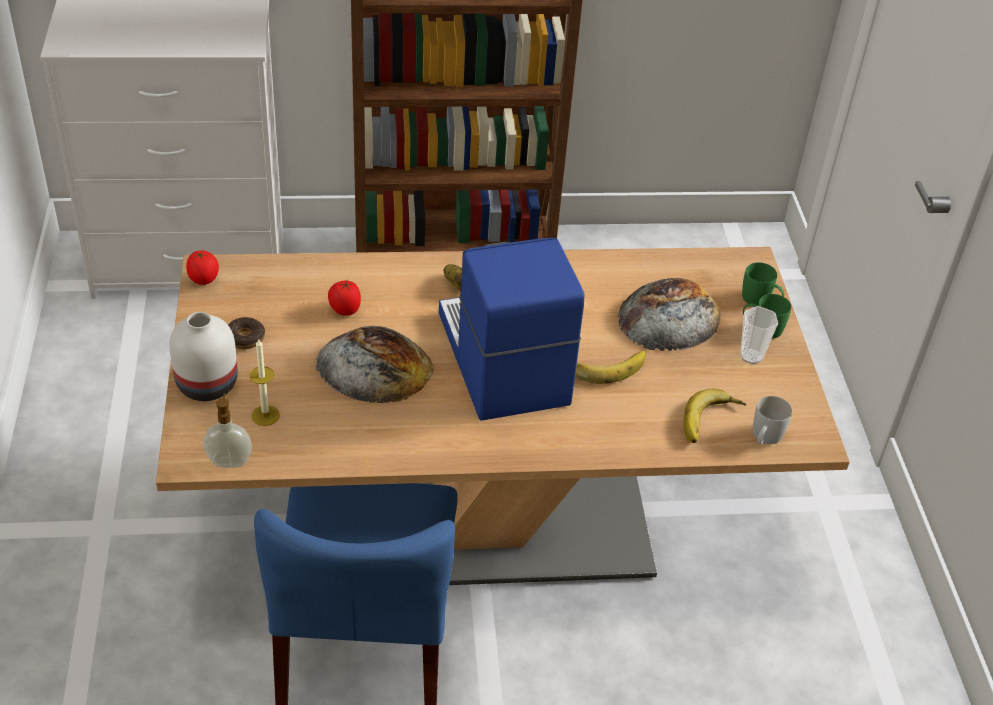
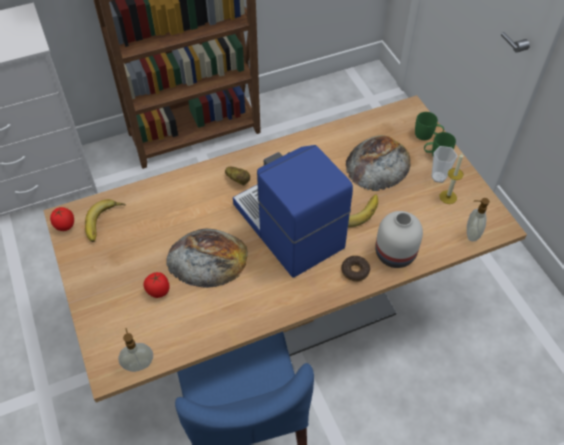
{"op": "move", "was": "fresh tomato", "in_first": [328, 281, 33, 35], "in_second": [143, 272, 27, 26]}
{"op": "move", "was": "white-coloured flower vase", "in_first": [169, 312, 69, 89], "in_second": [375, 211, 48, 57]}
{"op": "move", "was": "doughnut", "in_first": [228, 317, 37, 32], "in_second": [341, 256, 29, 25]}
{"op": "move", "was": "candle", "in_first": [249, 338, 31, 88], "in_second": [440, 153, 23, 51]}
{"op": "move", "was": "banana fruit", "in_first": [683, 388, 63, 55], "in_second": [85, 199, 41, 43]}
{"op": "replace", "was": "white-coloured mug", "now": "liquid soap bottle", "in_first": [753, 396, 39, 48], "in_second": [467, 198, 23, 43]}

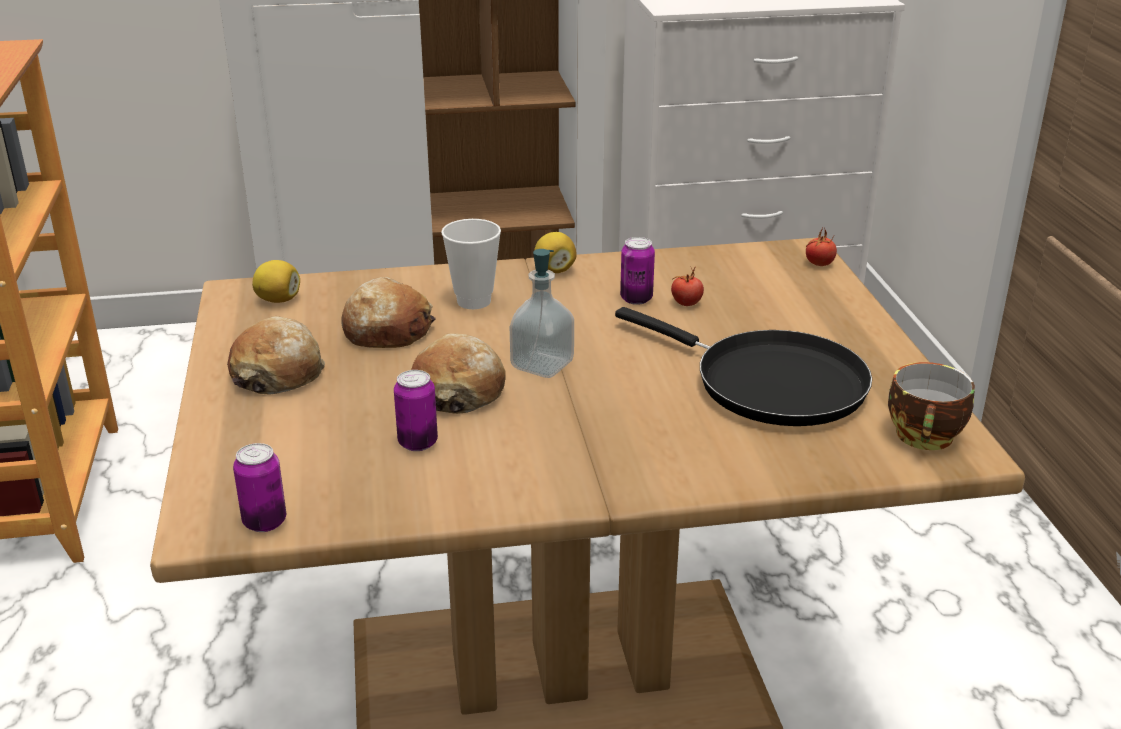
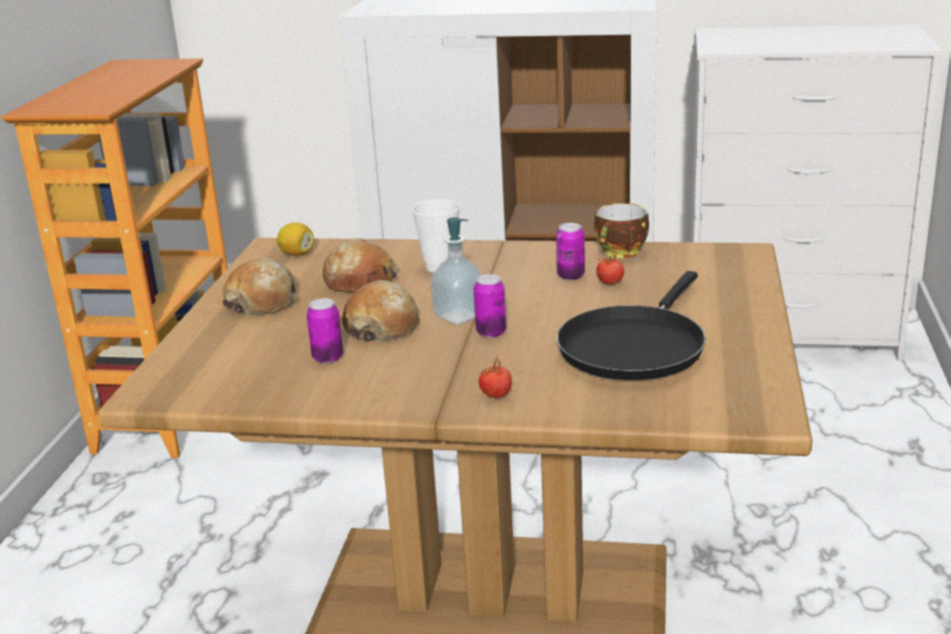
{"op": "move", "was": "fresh tomato", "in_first": [806, 227, 31, 39], "in_second": [479, 355, 33, 43]}
{"op": "delete", "was": "lemon", "in_first": [534, 232, 43, 41]}
{"op": "rotate", "was": "black frying pan", "in_first": [615, 307, 257, 119], "in_second": [557, 271, 149, 109], "clockwise": 60}
{"op": "move", "was": "small cup", "in_first": [888, 362, 87, 88], "in_second": [594, 203, 55, 55]}
{"op": "move", "was": "sealed can", "in_first": [233, 443, 53, 89], "in_second": [473, 274, 33, 64]}

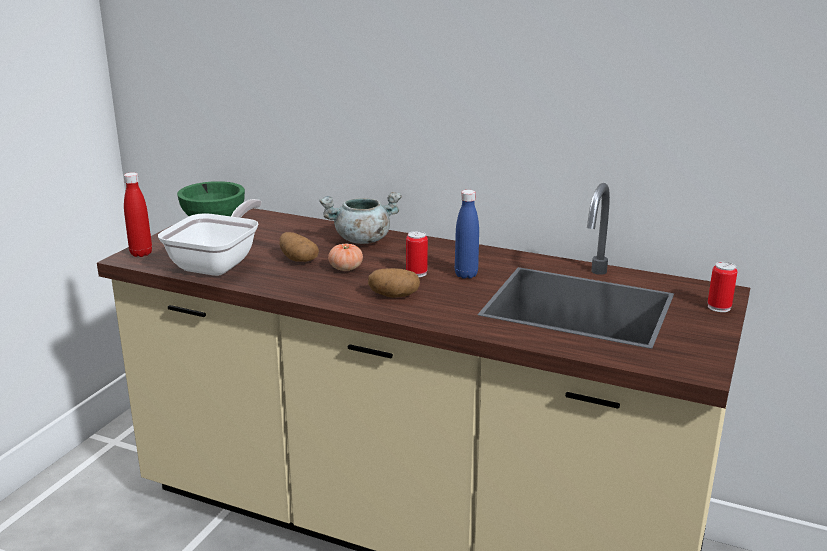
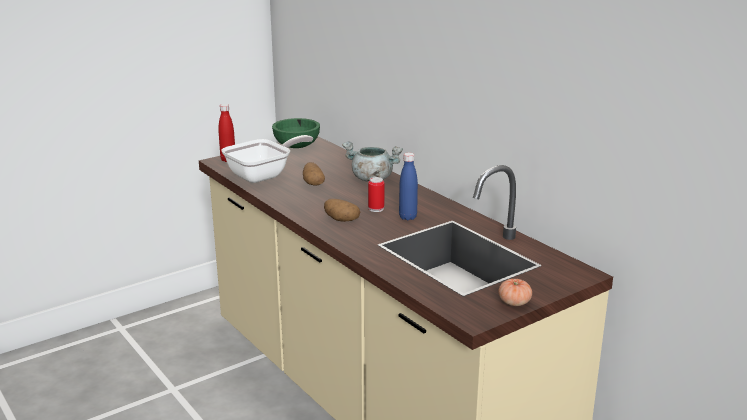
{"op": "move", "was": "fresh tomato", "in_first": [328, 244, 35, 27], "in_second": [498, 279, 34, 27]}
{"op": "delete", "was": "sealed can", "in_first": [708, 262, 30, 50]}

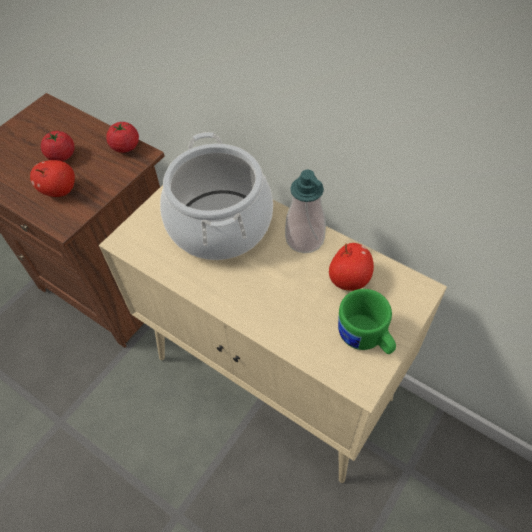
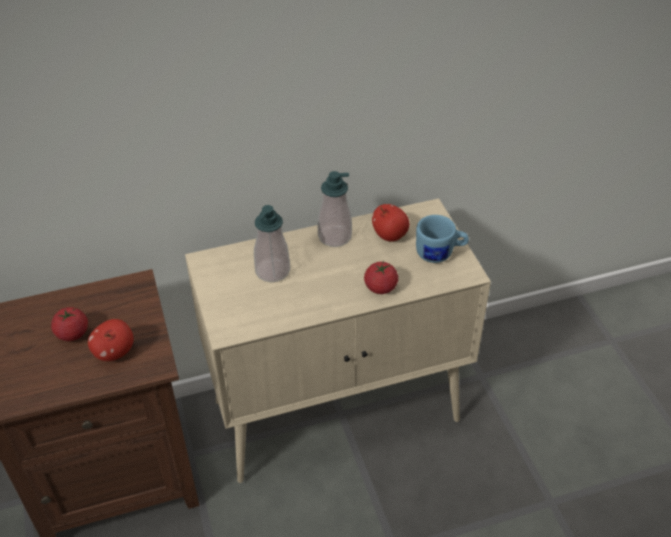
{"op": "move", "was": "fresh tomato", "in_first": [106, 122, 33, 31], "in_second": [364, 261, 34, 33]}
{"op": "replace", "was": "saucepot", "now": "liquid soap bottle", "in_first": [160, 132, 113, 128], "in_second": [254, 205, 36, 77]}
{"op": "recolor", "was": "green-coloured mug", "now": "blue mug", "in_first": [338, 289, 58, 65], "in_second": [416, 215, 53, 48]}

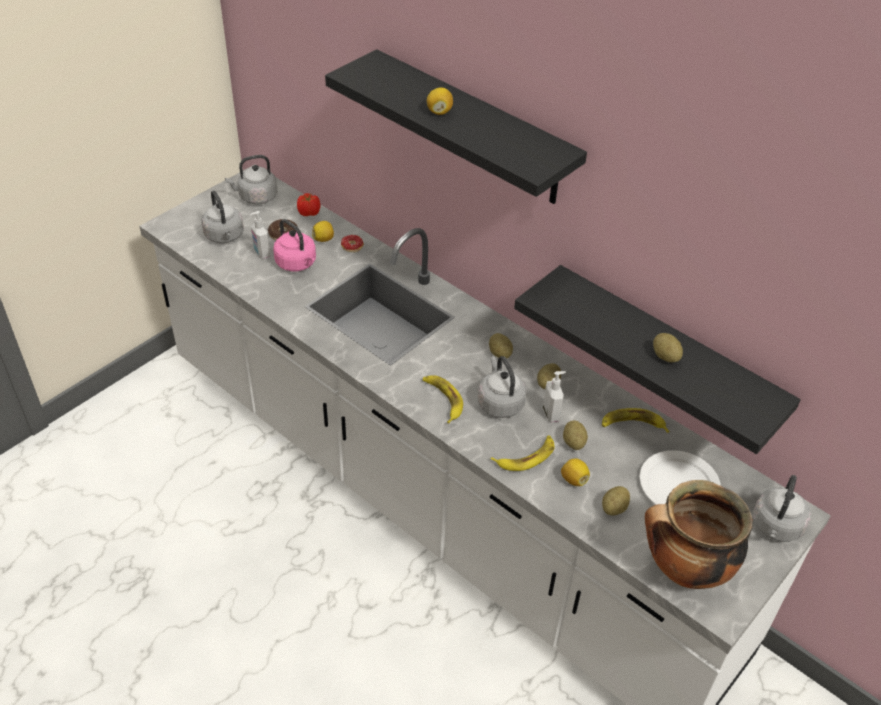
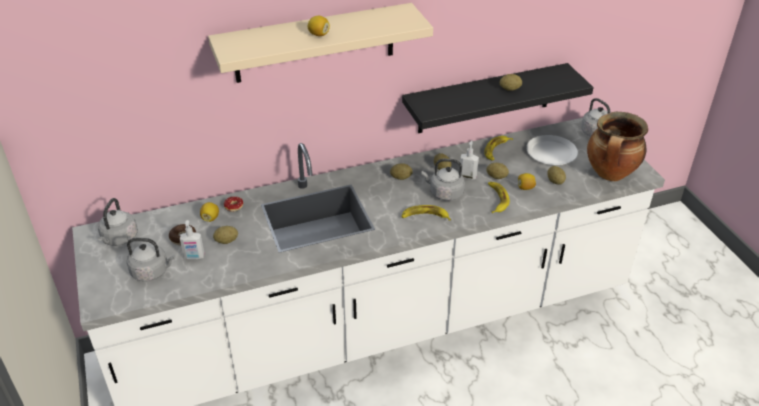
{"op": "recolor", "was": "black bracket shelf", "now": "beige-coloured bracket shelf", "in_first": [325, 49, 262, 155], "in_second": [208, 3, 225, 80]}
{"op": "delete", "was": "fresh tomato", "in_first": [297, 193, 24, 23]}
{"op": "replace", "was": "pink tea kettle", "now": "whole potato", "in_first": [273, 219, 43, 52], "in_second": [213, 226, 25, 18]}

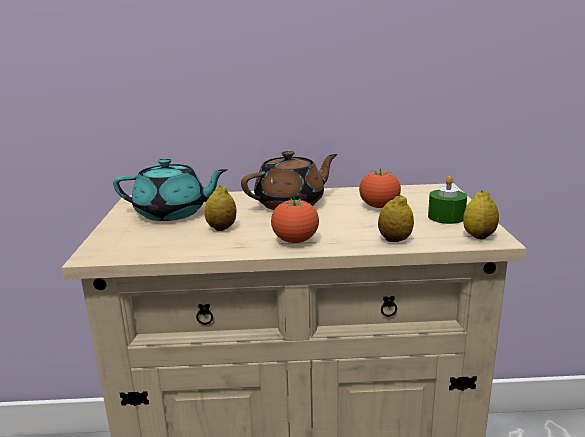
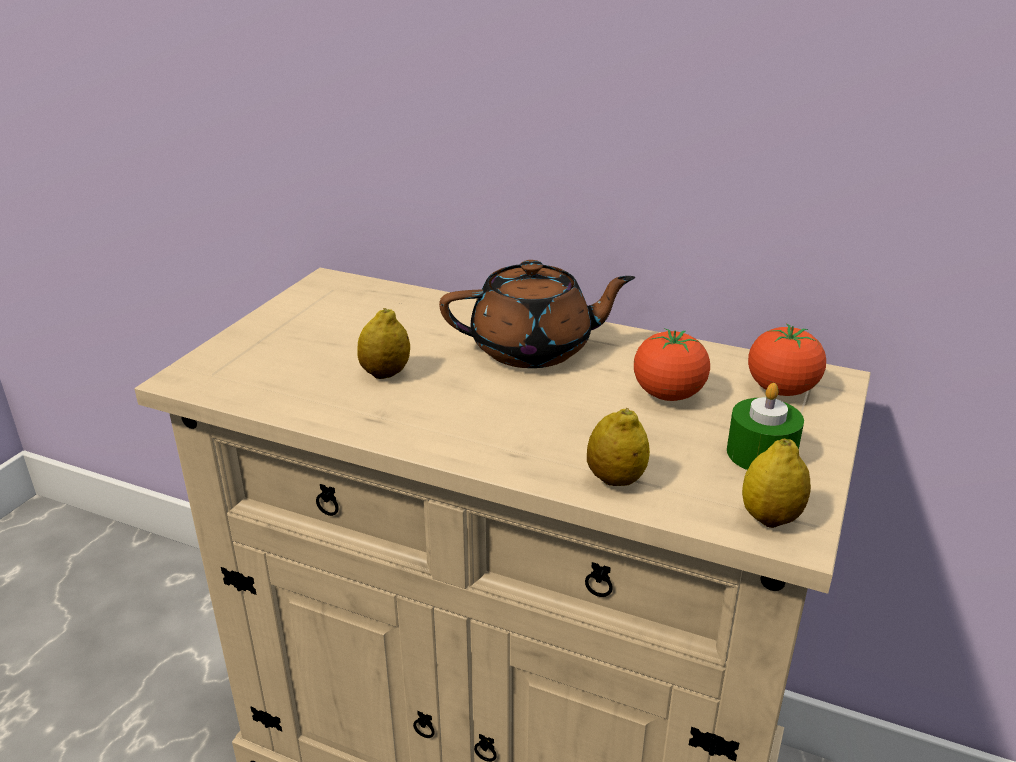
{"op": "delete", "was": "blue-green pot for tea", "in_first": [113, 158, 115, 63]}
{"op": "move", "was": "fresh tomato", "in_first": [271, 197, 48, 46], "in_second": [748, 323, 78, 73]}

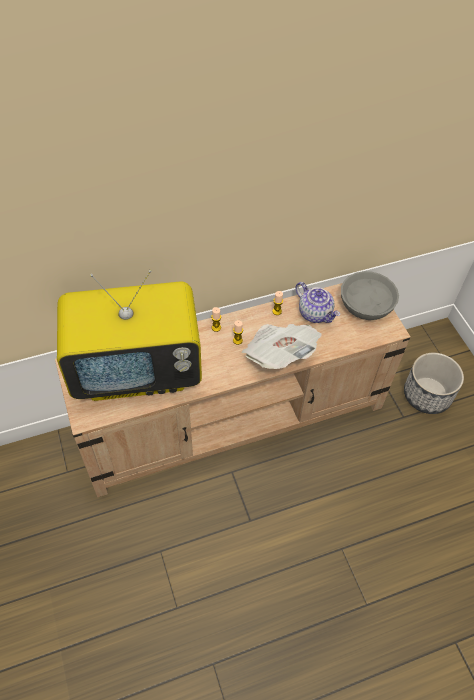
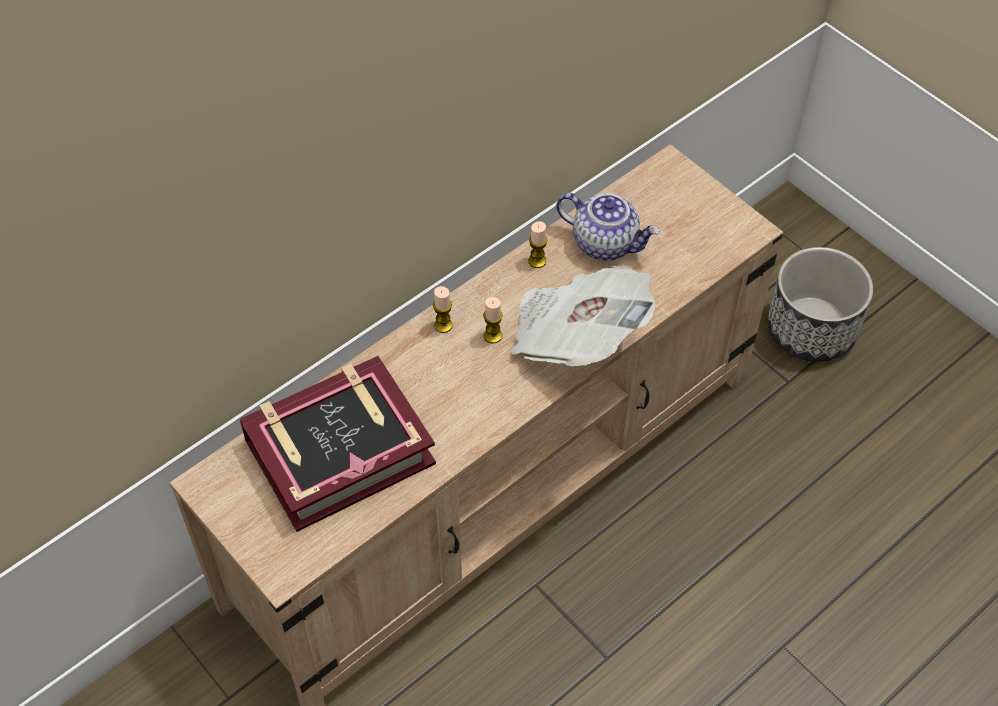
{"op": "replace", "was": "TV set", "now": "volume", "in_first": [57, 270, 145, 131], "in_second": [240, 356, 196, 176]}
{"op": "delete", "was": "greyish serving bowl", "in_first": [341, 271, 58, 49]}

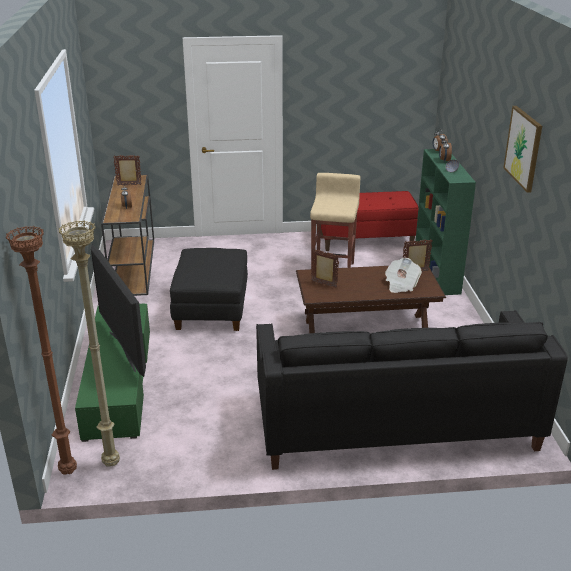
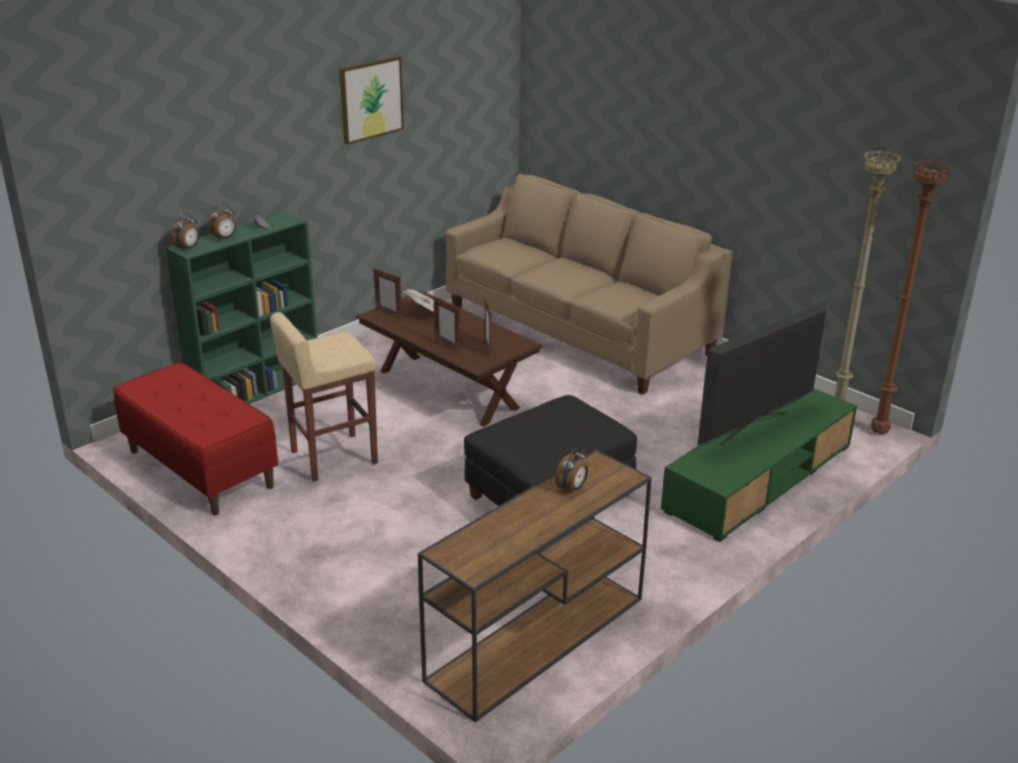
{"op": "move", "was": "picture frame", "in_first": [113, 155, 29, 30], "in_second": [433, 296, 28, 56]}
{"op": "rotate", "was": "TV set", "in_first": [91, 245, 55, 132], "in_second": [697, 300, 131, 146], "clockwise": -150}
{"op": "recolor", "was": "black sofa", "now": "beige-coloured sofa", "in_first": [256, 310, 312, 160], "in_second": [446, 174, 287, 221]}

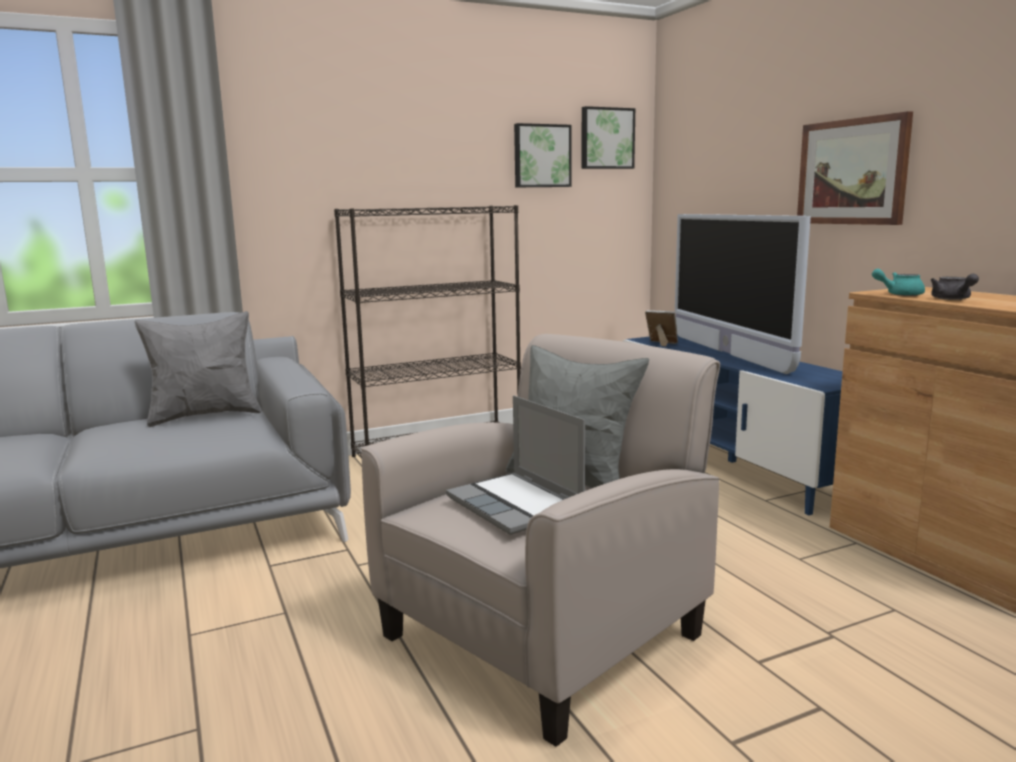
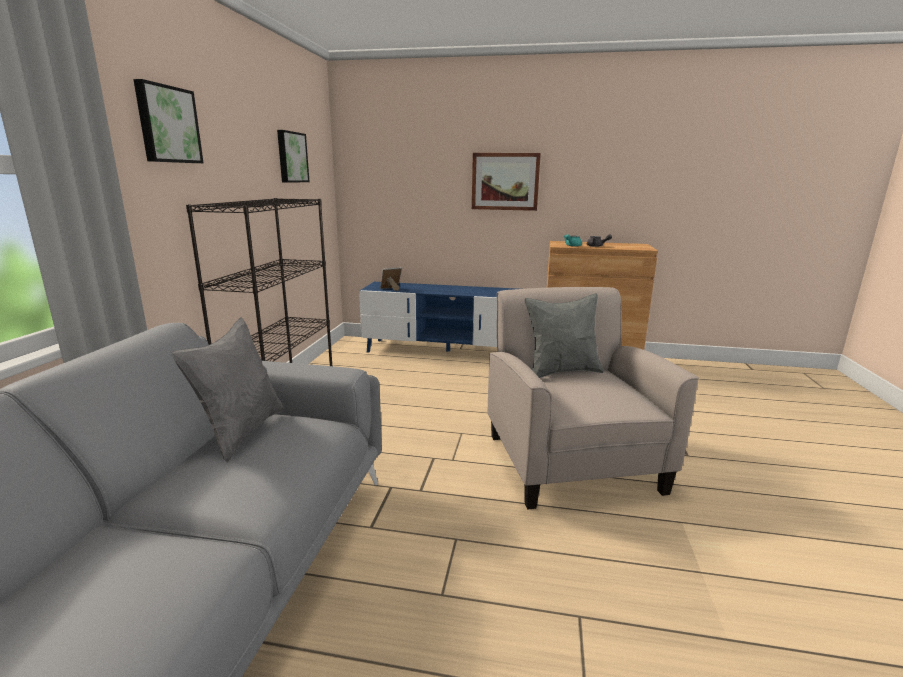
{"op": "move", "was": "picture", "in_first": [582, 106, 53, 63], "in_second": [133, 79, 71, 84]}
{"op": "delete", "was": "TV set", "in_first": [675, 214, 136, 160]}
{"op": "delete", "was": "laptop", "in_first": [446, 395, 139, 140]}

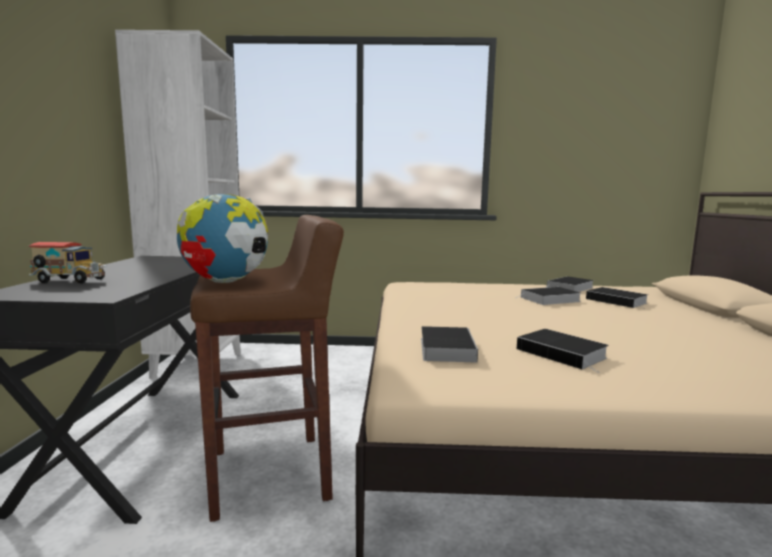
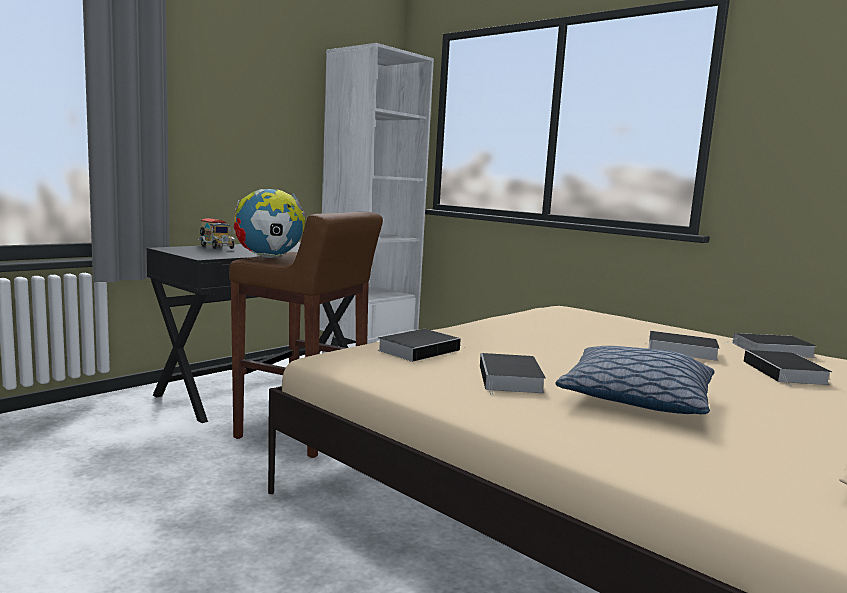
{"op": "insert", "now": "pillow", "in_second": [556, 346, 158, 68]}

